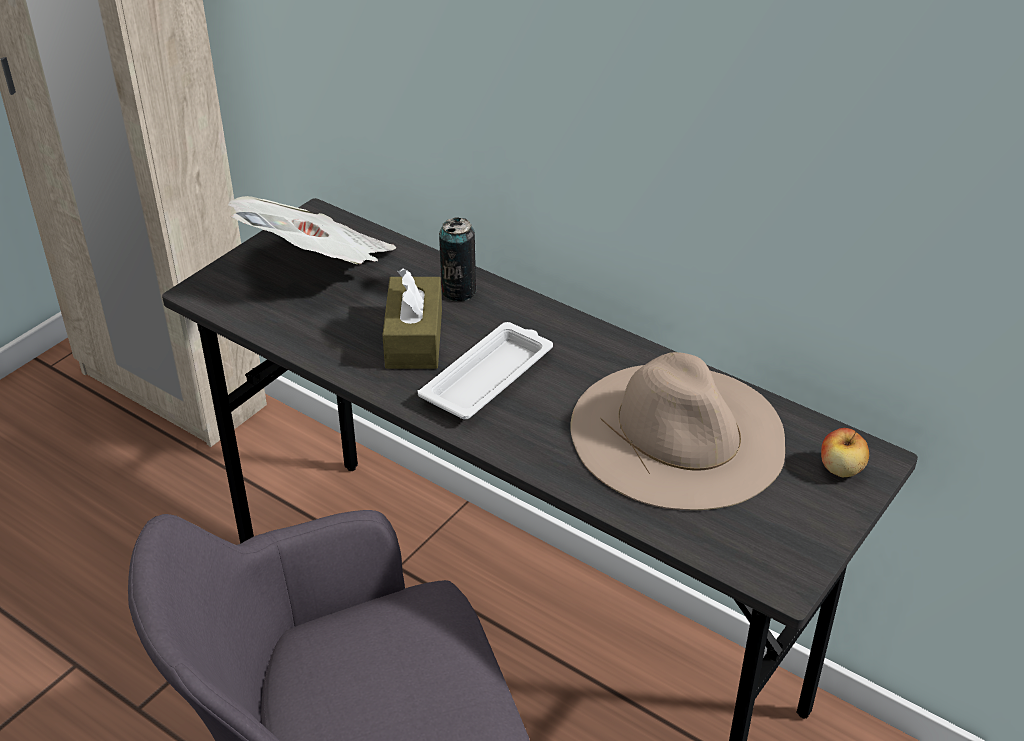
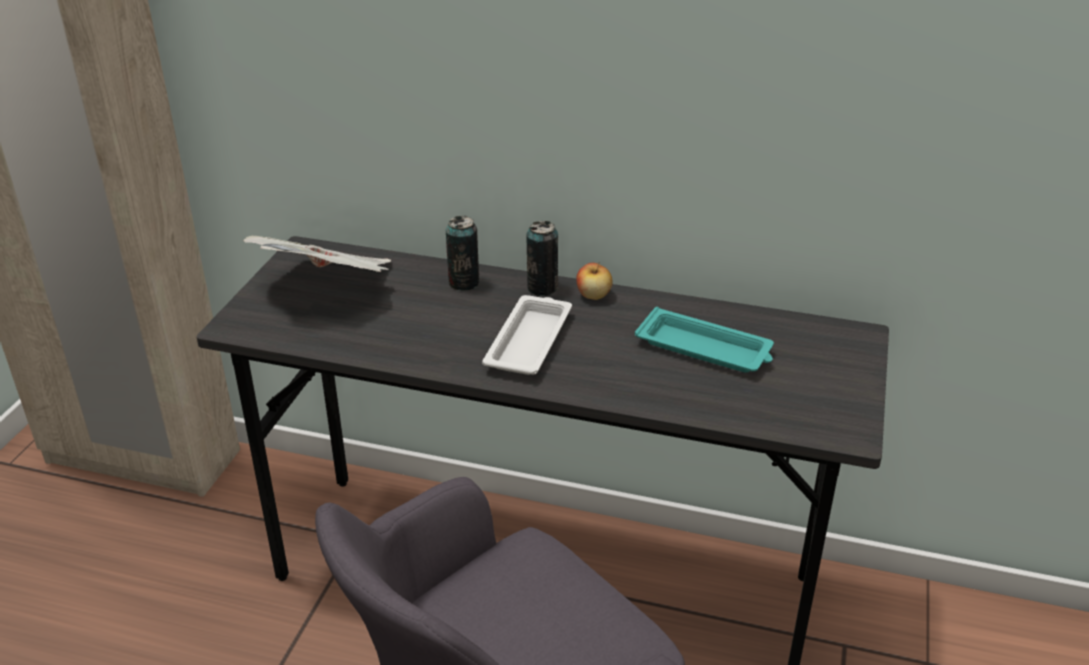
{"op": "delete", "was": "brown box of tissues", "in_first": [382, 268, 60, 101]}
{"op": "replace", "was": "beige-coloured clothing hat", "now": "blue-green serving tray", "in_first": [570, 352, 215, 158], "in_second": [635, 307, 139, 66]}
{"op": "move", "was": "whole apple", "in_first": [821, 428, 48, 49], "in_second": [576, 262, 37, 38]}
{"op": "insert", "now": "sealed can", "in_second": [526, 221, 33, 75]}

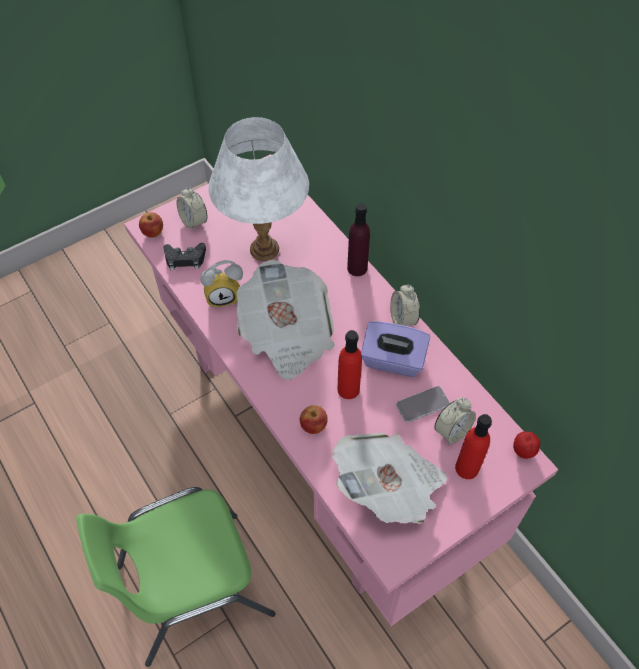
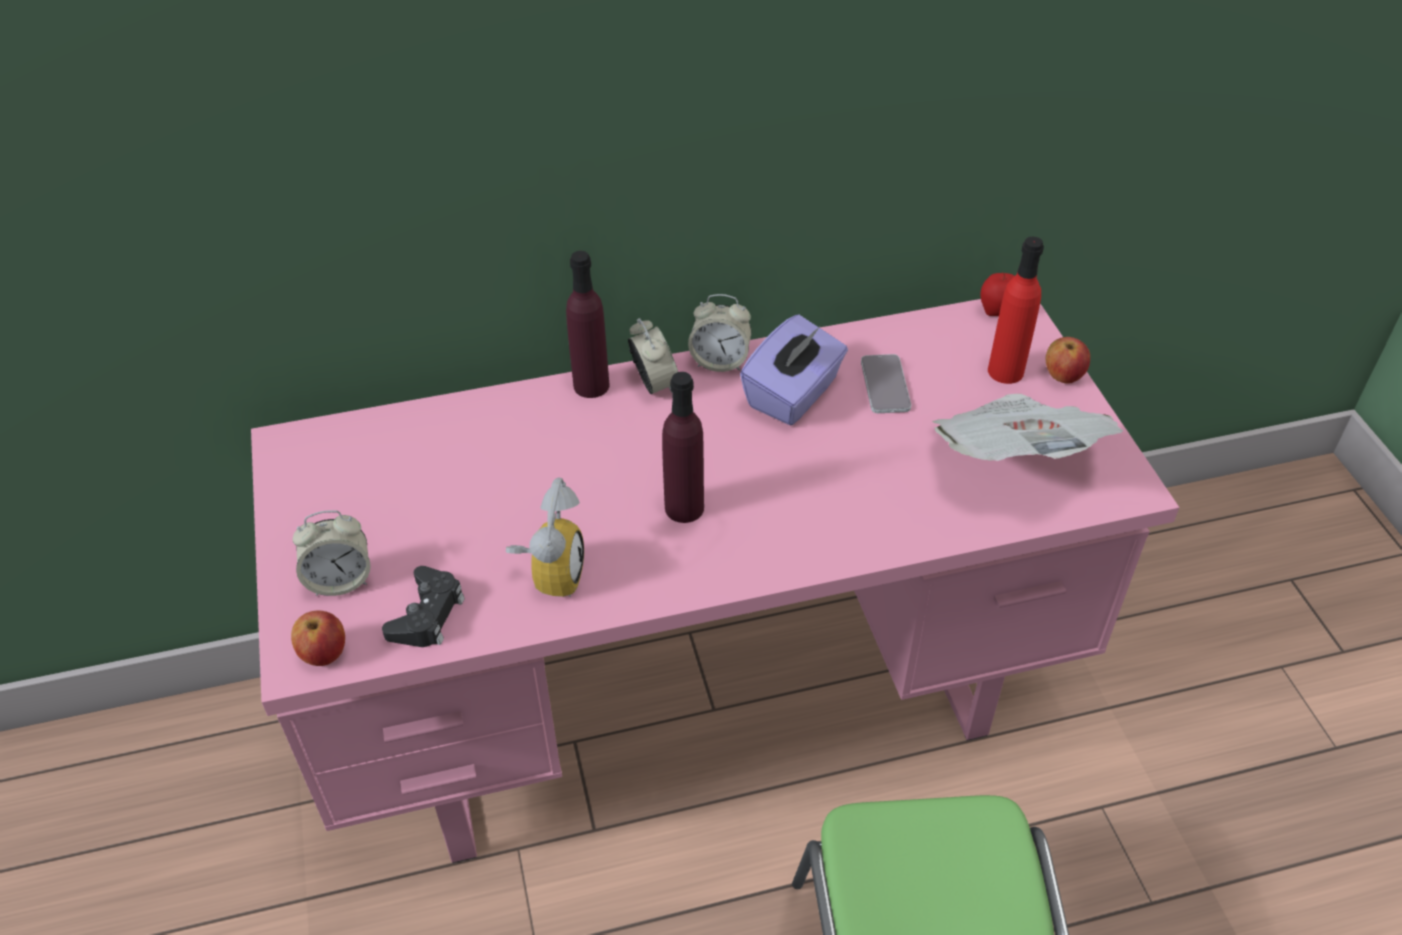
{"op": "delete", "was": "white-coloured table lamp", "in_first": [208, 117, 101, 144]}
{"op": "replace", "was": "printed paper", "now": "purple drink bottle", "in_first": [236, 259, 99, 121], "in_second": [662, 372, 42, 151]}
{"op": "delete", "was": "red-coloured drink bottle", "in_first": [338, 330, 24, 69]}
{"op": "move", "was": "table clock", "in_first": [434, 397, 42, 47], "in_second": [628, 318, 50, 76]}
{"op": "move", "was": "whole apple", "in_first": [300, 405, 28, 29], "in_second": [1046, 337, 44, 47]}

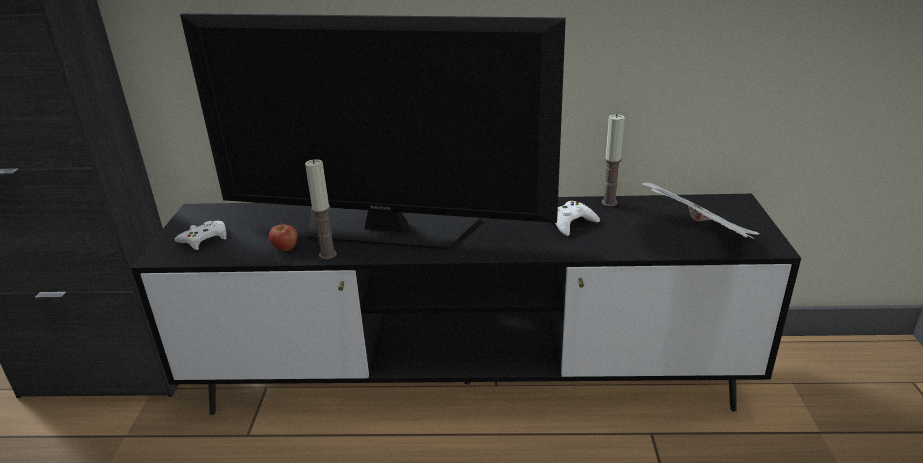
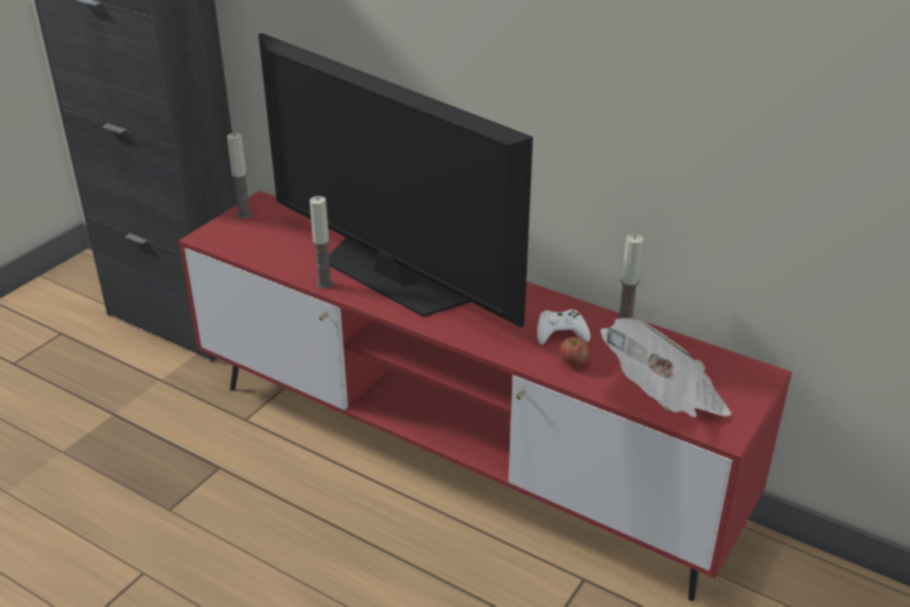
{"op": "recolor", "was": "black tv unit", "now": "red-coloured tv unit", "in_first": [131, 194, 670, 221], "in_second": [179, 191, 613, 410]}
{"op": "delete", "was": "white-coloured gamepad", "in_first": [174, 221, 53, 29]}
{"op": "move", "was": "whole apple", "in_first": [269, 222, 29, 29], "in_second": [560, 336, 30, 31]}
{"op": "insert", "now": "candle", "in_second": [227, 133, 25, 86]}

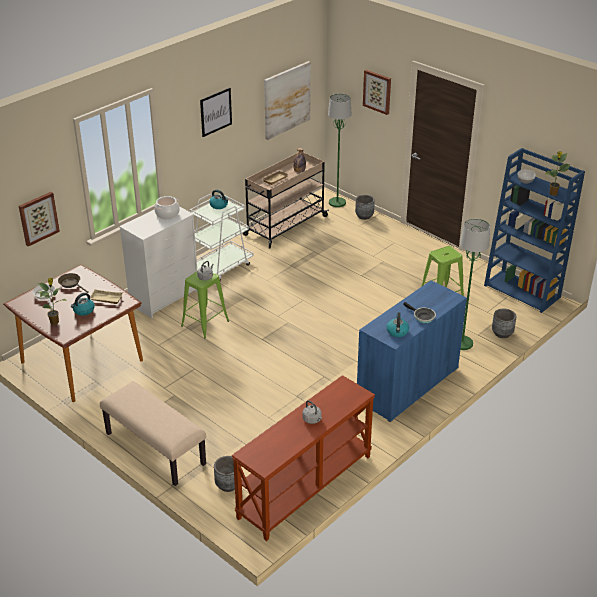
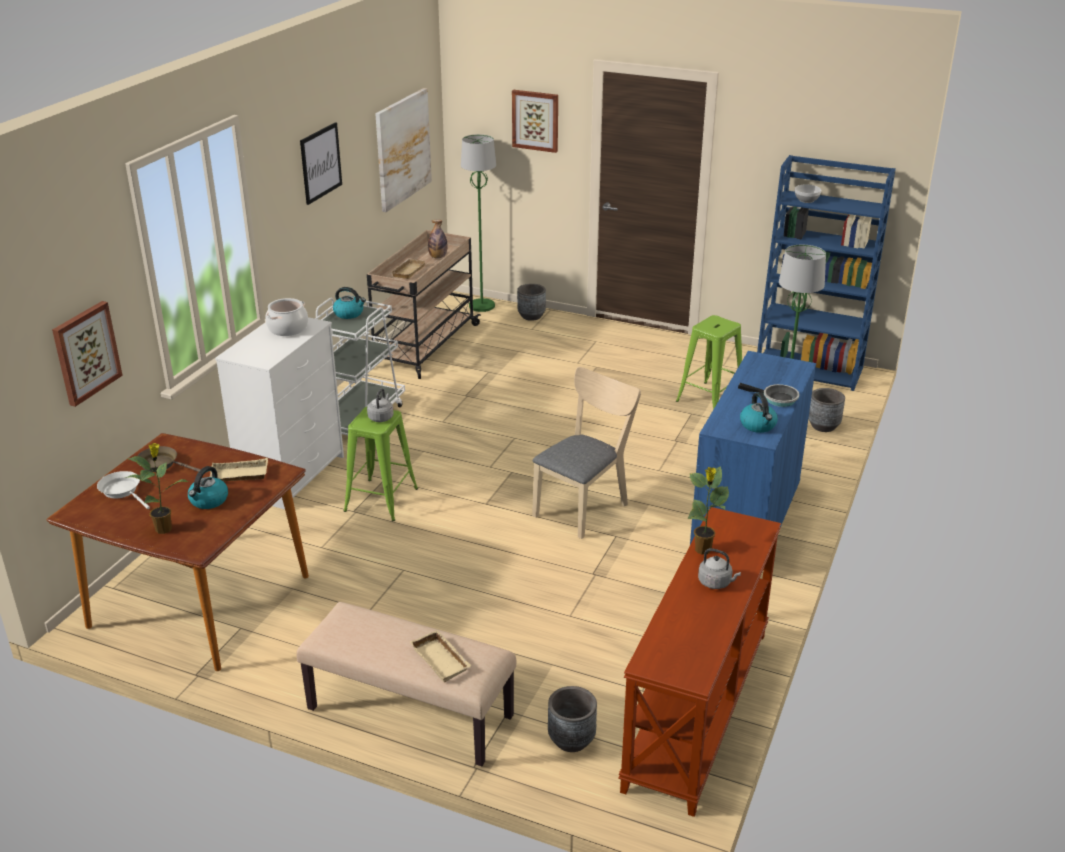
{"op": "move", "was": "plant in a pot", "in_first": [545, 151, 25, 45], "in_second": [687, 466, 42, 88]}
{"op": "insert", "now": "beige-coloured upright chair", "in_second": [532, 367, 109, 172]}
{"op": "insert", "now": "beige-coloured serving tray", "in_second": [410, 630, 61, 53]}

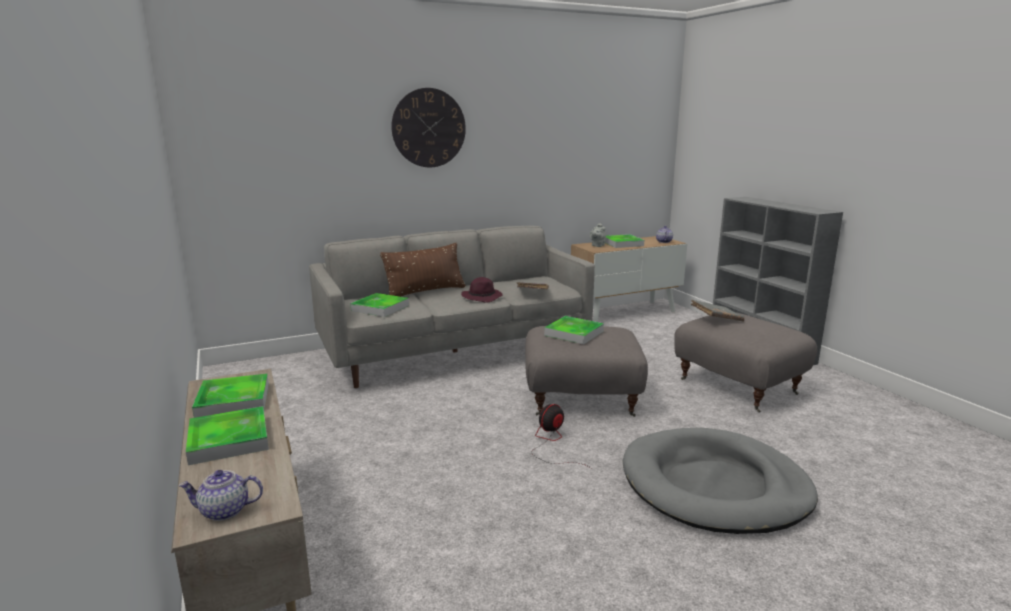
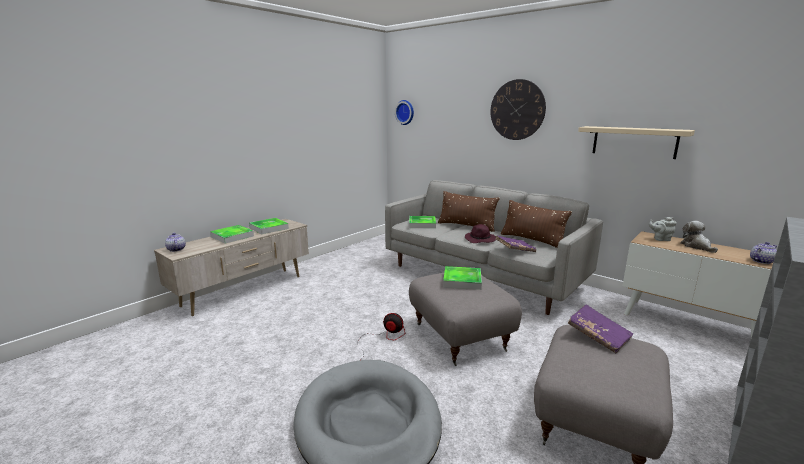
{"op": "replace", "was": "serving tray", "now": "plush toy", "in_first": [605, 234, 39, 14], "in_second": [680, 221, 38, 32]}
{"op": "recolor", "was": "greyish volume", "now": "purple volume", "in_first": [691, 300, 53, 22], "in_second": [568, 304, 65, 49]}
{"op": "insert", "now": "hanging clock", "in_second": [395, 100, 19, 25]}
{"op": "insert", "now": "beige-coloured bracket shelf", "in_second": [578, 126, 117, 33]}
{"op": "insert", "now": "brown pillow", "in_second": [501, 200, 71, 48]}

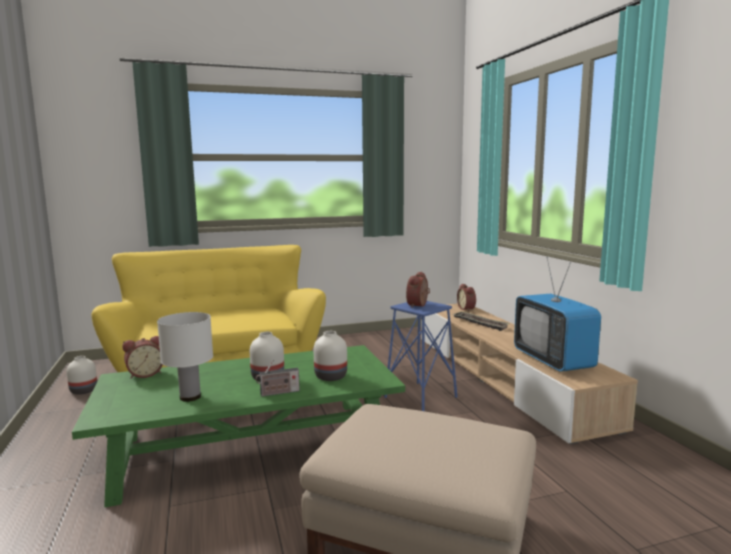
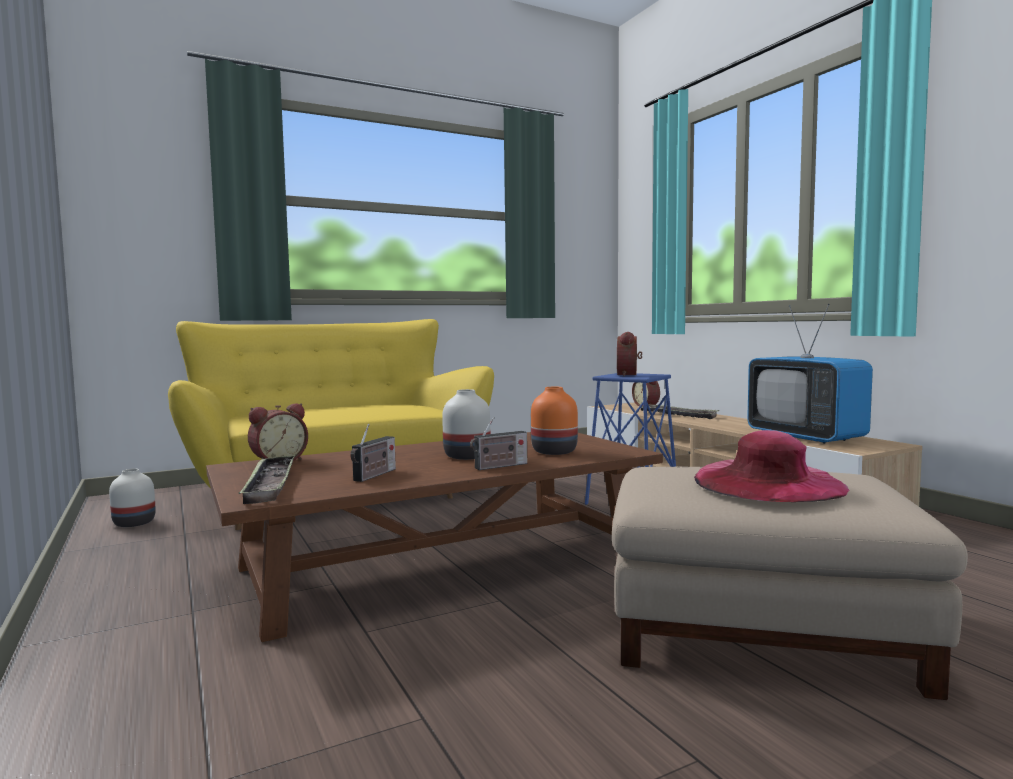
{"op": "replace", "was": "white-coloured table lamp", "now": "radio", "in_first": [157, 312, 56, 90], "in_second": [350, 424, 46, 58]}
{"op": "recolor", "was": "white-coloured flower vase", "now": "orange flower vase", "in_first": [314, 331, 33, 50], "in_second": [531, 387, 47, 68]}
{"op": "recolor", "was": "green-coloured coffee table", "now": "brown coffee table", "in_first": [72, 345, 333, 162], "in_second": [206, 432, 457, 210]}
{"op": "insert", "now": "pink clothing hat", "in_second": [694, 430, 155, 72]}
{"op": "insert", "now": "serving tray", "in_second": [239, 455, 56, 49]}

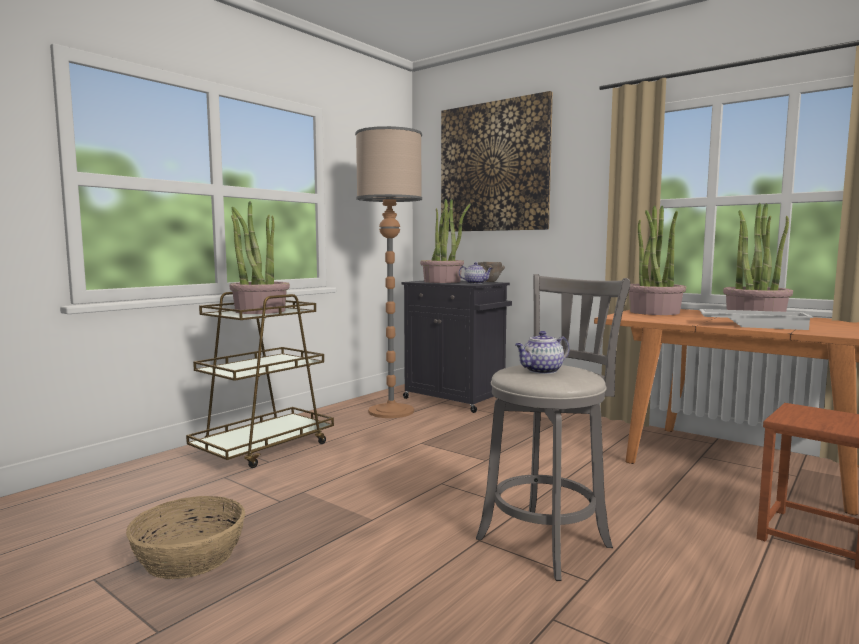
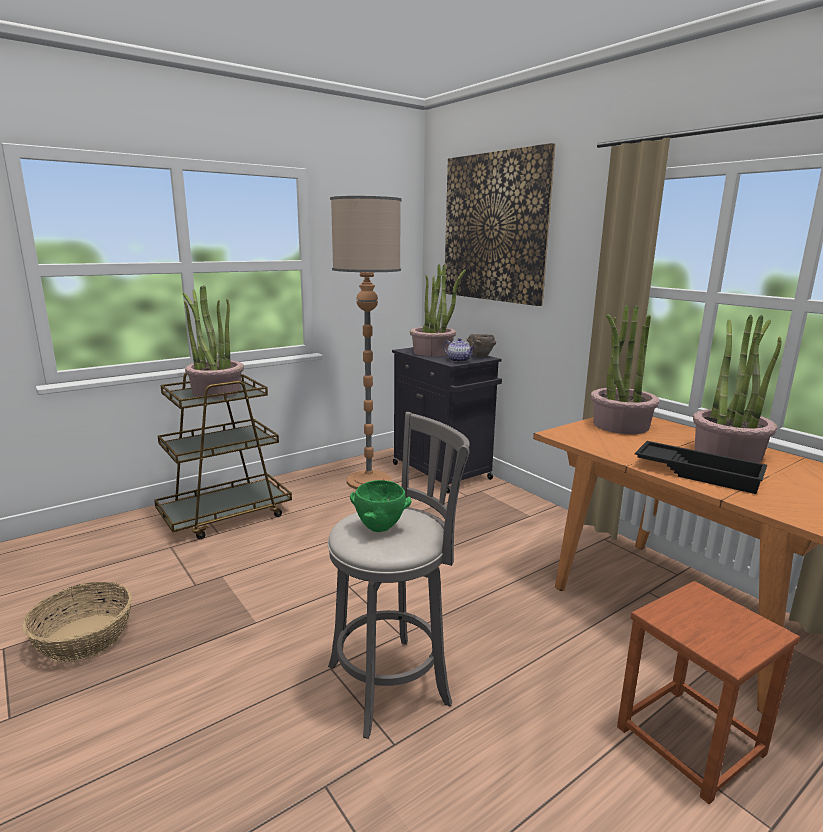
{"op": "recolor", "was": "white-coloured serving tray", "now": "black serving tray", "in_first": [699, 309, 114, 21], "in_second": [635, 441, 132, 53]}
{"op": "replace", "was": "pot for tea", "now": "green-coloured serving bowl", "in_first": [515, 331, 54, 43], "in_second": [350, 480, 61, 52]}

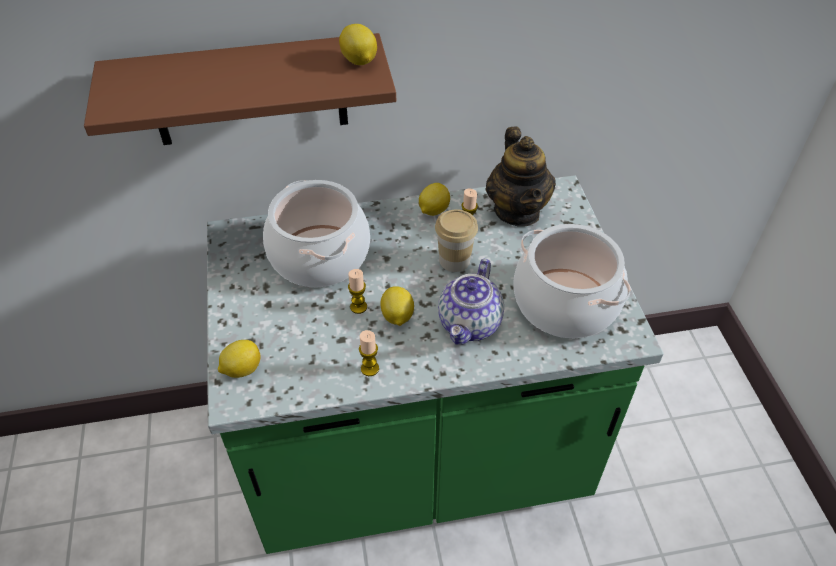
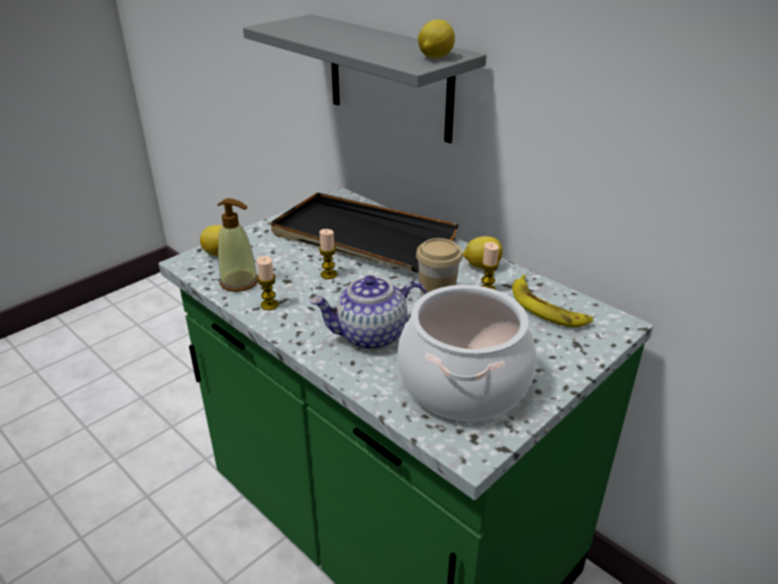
{"op": "recolor", "was": "brown bracket shelf", "now": "greyish bracket shelf", "in_first": [84, 33, 312, 112], "in_second": [243, 14, 243, 129]}
{"op": "replace", "was": "pot for tea", "now": "banana fruit", "in_first": [485, 126, 71, 101], "in_second": [512, 275, 81, 52]}
{"op": "replace", "was": "saucepot", "now": "black serving tray", "in_first": [263, 180, 107, 107], "in_second": [271, 192, 188, 81]}
{"op": "delete", "was": "lemon", "in_first": [381, 286, 33, 40]}
{"op": "insert", "now": "liquid soap bottle", "in_second": [217, 198, 41, 94]}

